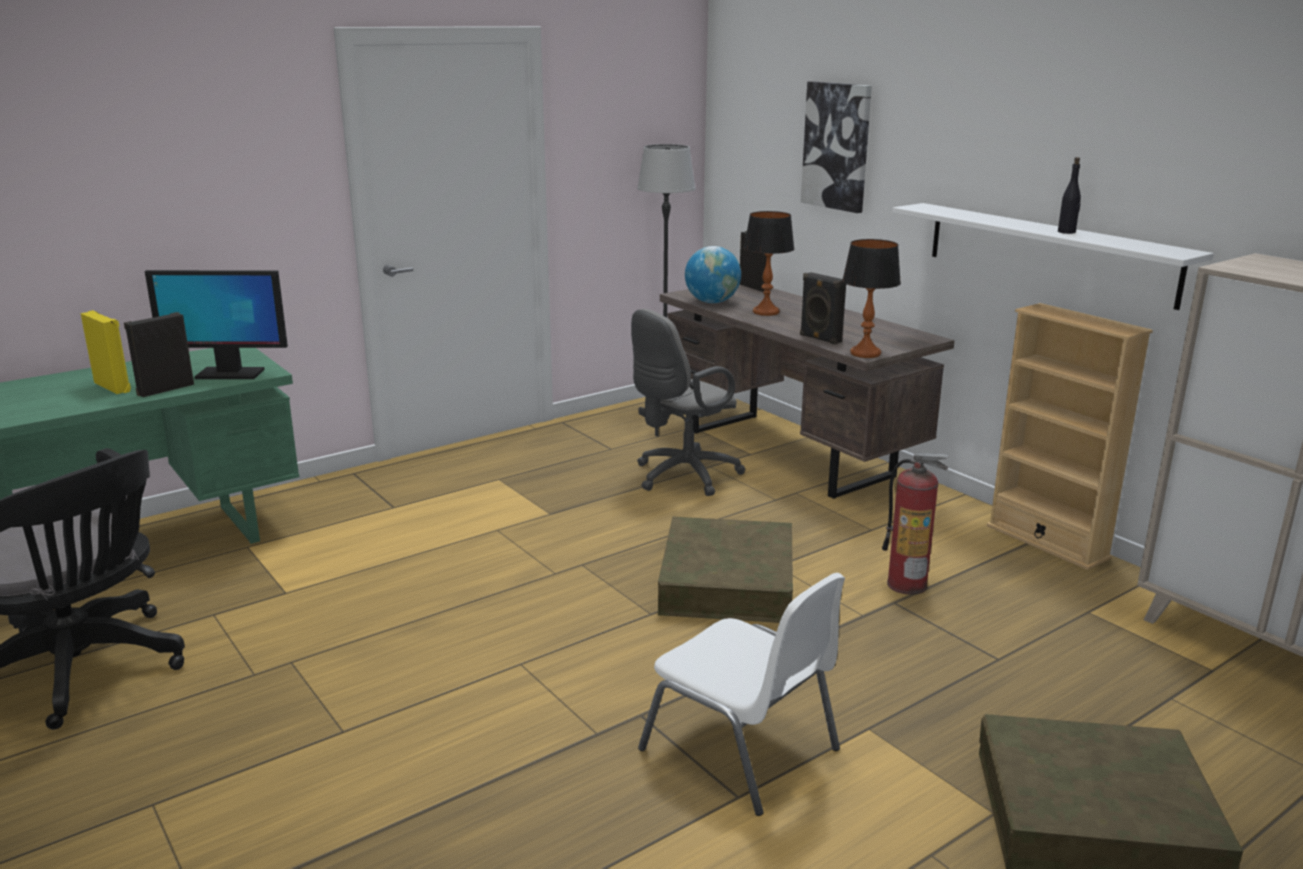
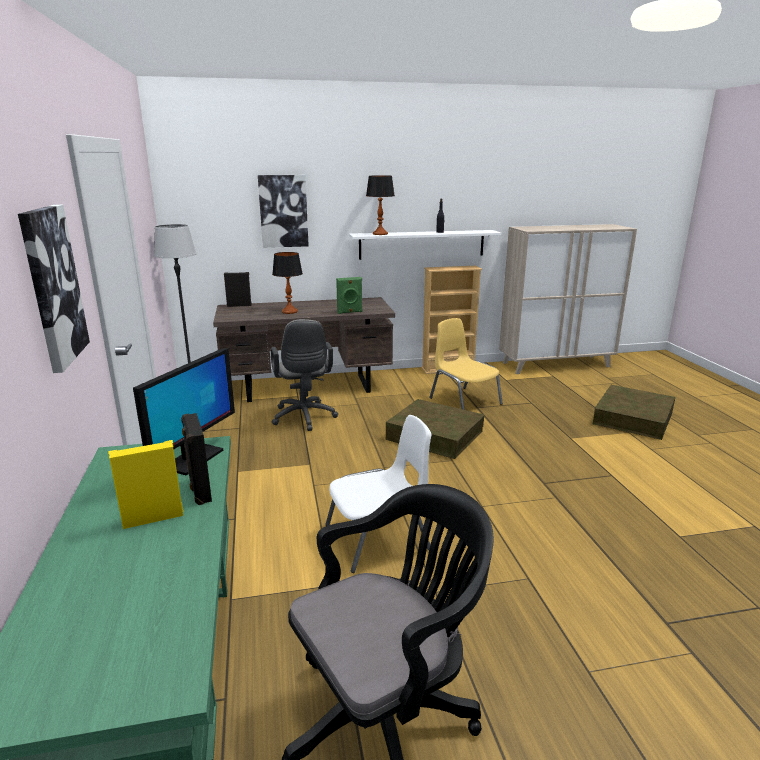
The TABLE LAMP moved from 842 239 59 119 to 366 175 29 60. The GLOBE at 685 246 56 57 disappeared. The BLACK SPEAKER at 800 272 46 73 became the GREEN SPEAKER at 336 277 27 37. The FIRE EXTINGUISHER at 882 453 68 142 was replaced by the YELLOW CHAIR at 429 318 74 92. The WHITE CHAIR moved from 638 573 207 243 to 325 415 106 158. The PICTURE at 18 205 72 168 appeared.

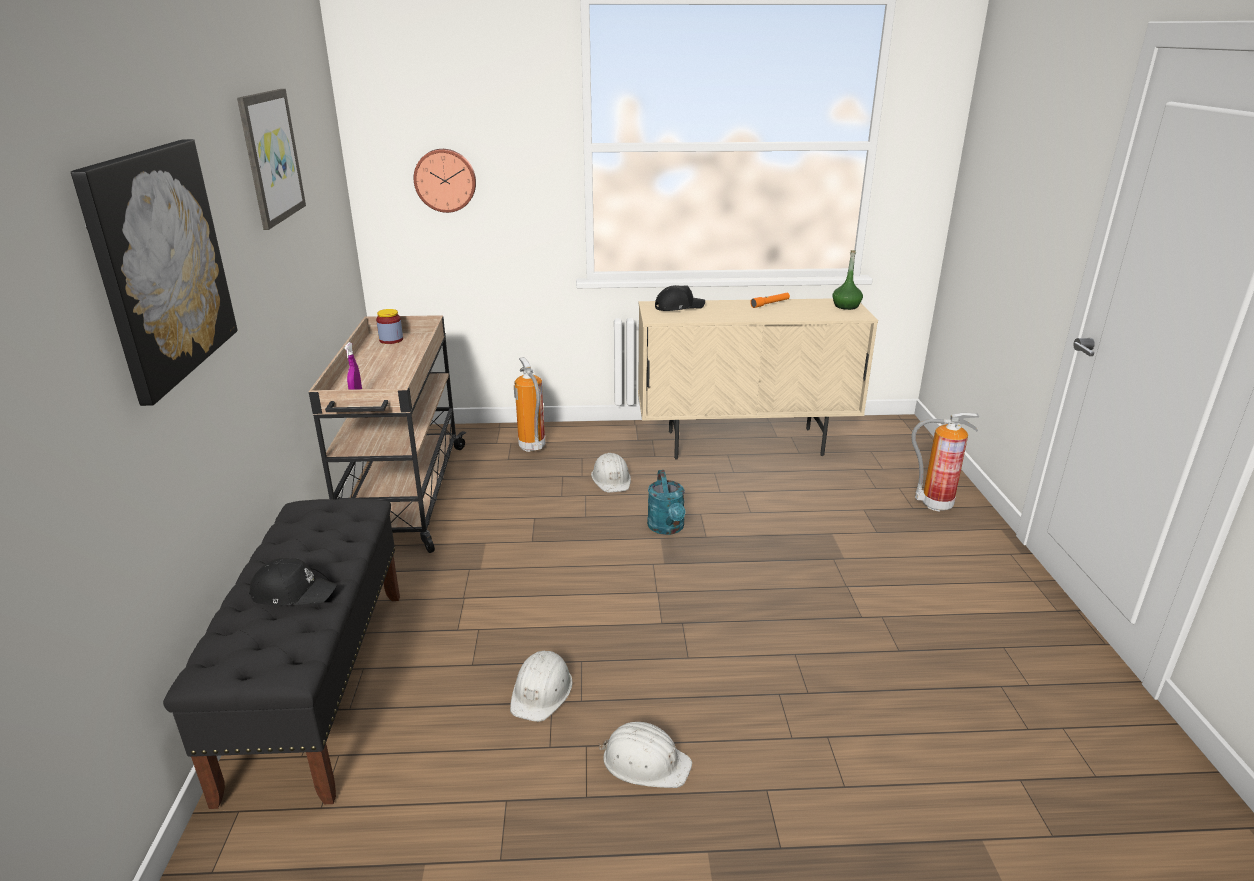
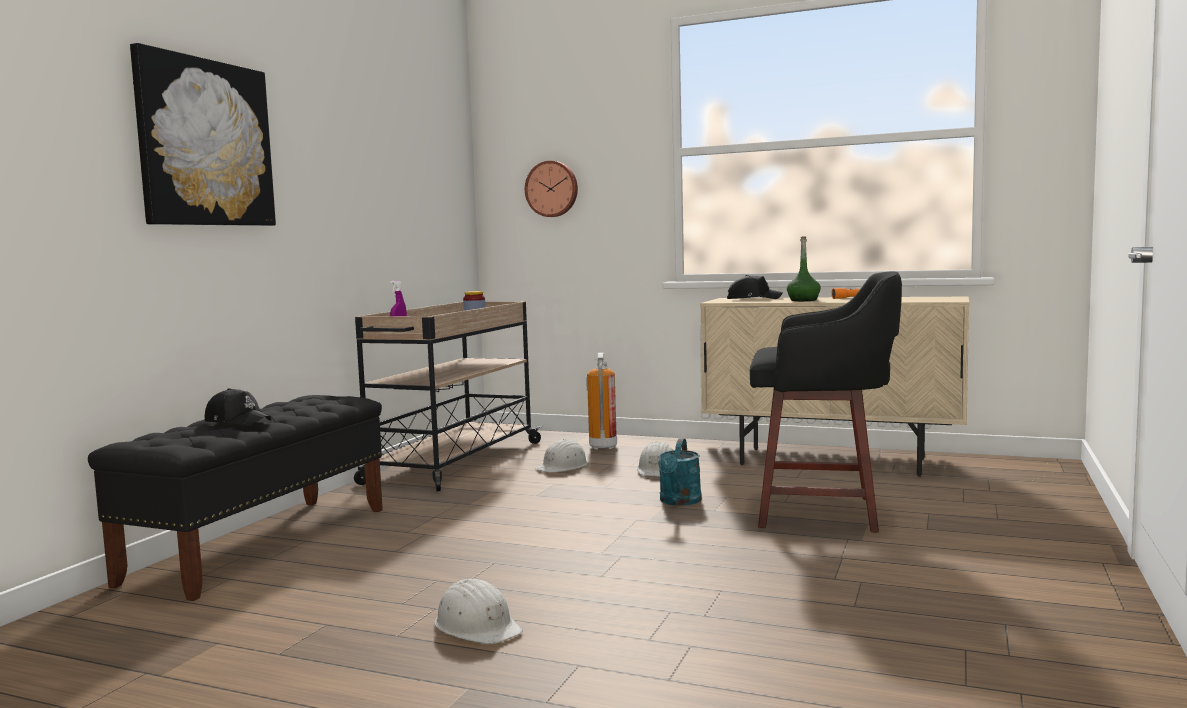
The PICTURE at 237 89 69 141 disappeared. The GREEN BOTTLE moved from 832 250 31 60 to 787 237 34 64. The FIRE EXTINGUISHER at 911 413 68 99 disappeared. The WHITE HARD HAT moved from 510 651 63 71 to 535 439 53 34. The BLACK STOOL at 750 272 152 261 appeared.

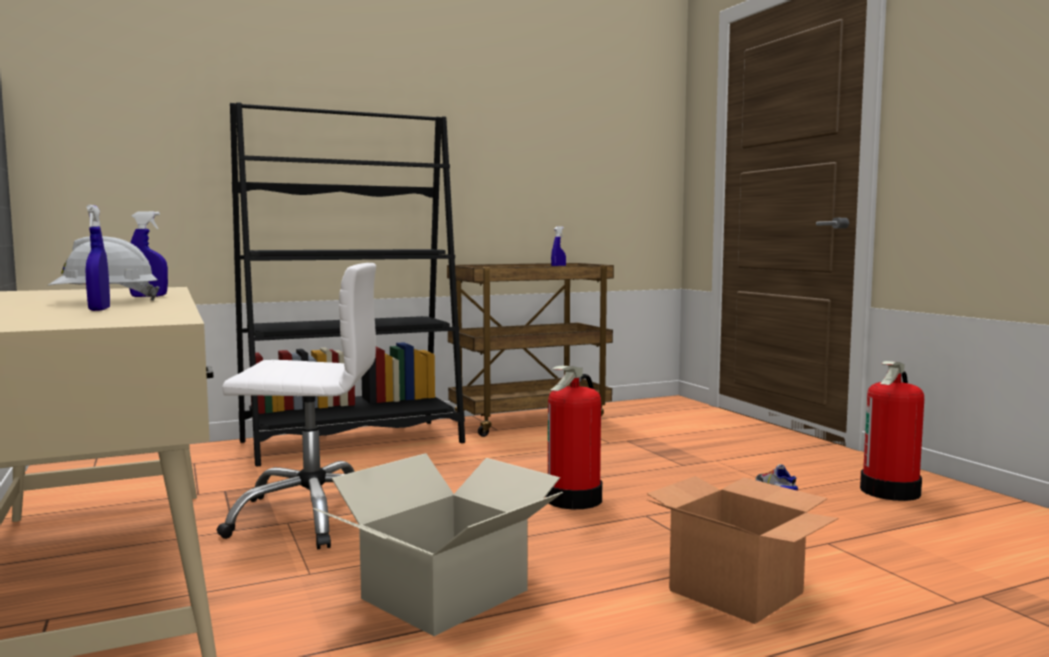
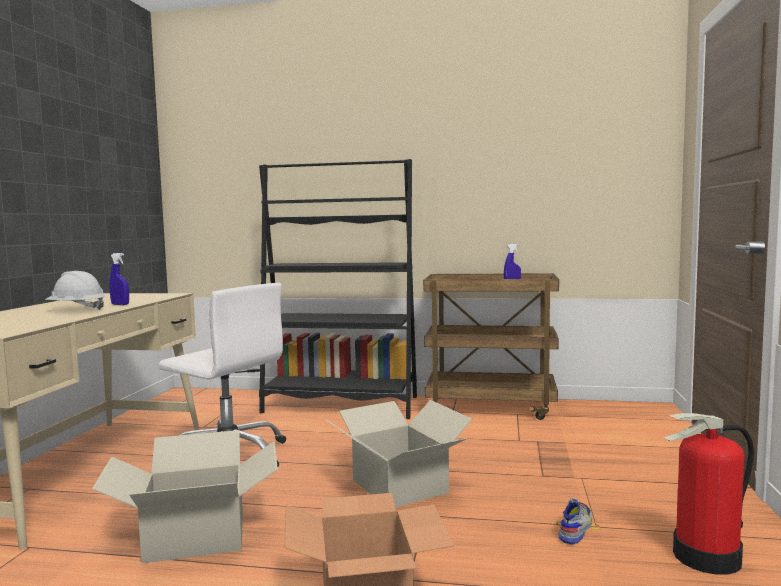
The BLUE SPRAY BOTTLE at 86 205 24 106 disappeared. The FIRE EXTINGUISHER at 545 366 57 143 was replaced by the CARDBOARD BOX at 325 400 147 108.

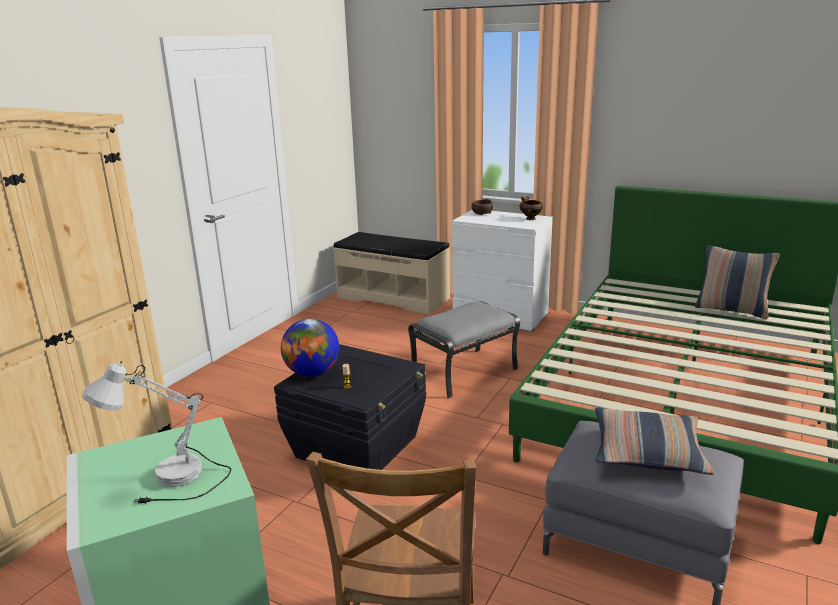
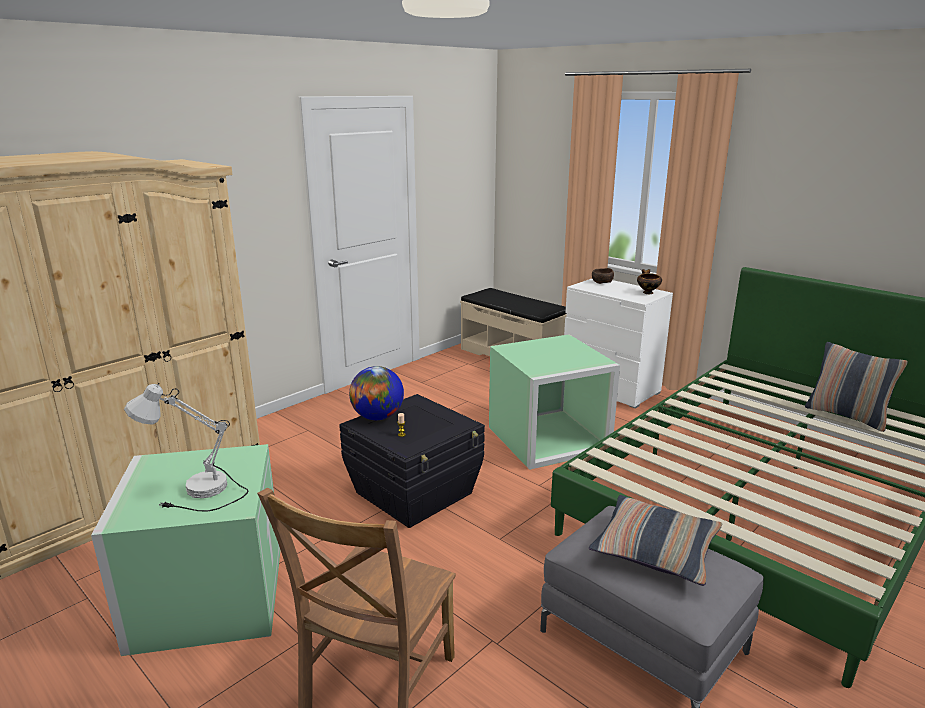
The GREY OTTOMAN at 408 301 112 98 was replaced by the GREEN STORAGE BOX at 489 334 131 136.

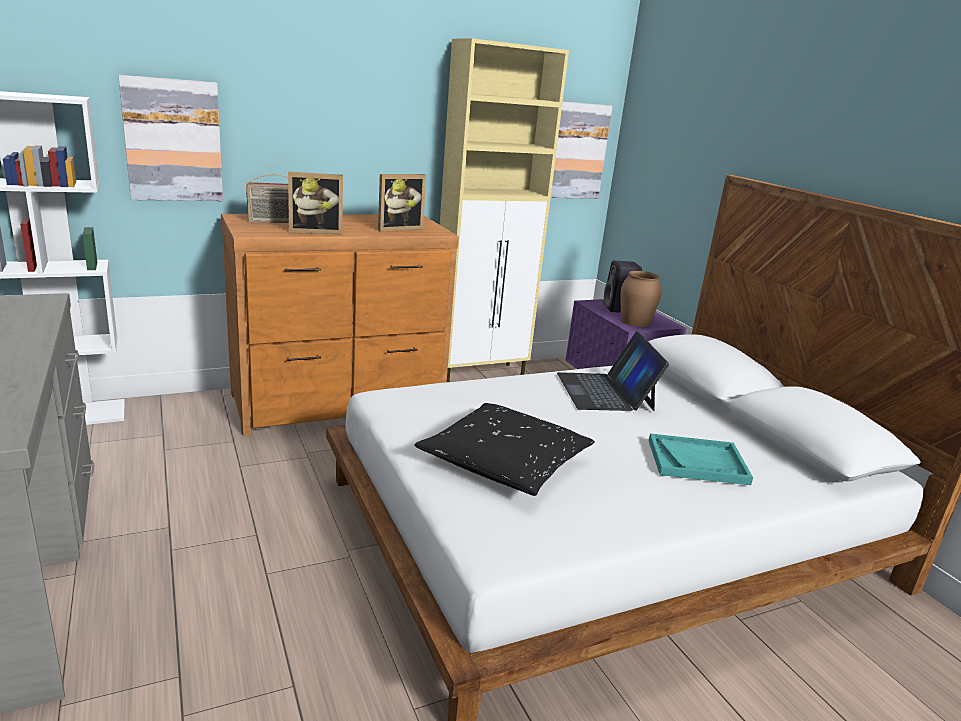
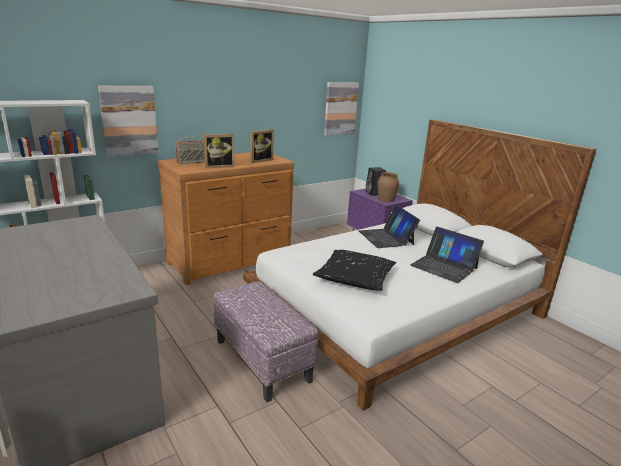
The BEIGE CABINET at 440 38 129 344 disappeared. The TURQUOISE TRAY at 649 433 104 52 was replaced by the LAPTOP at 410 227 74 56. The OTTOMAN at 214 281 104 121 appeared.

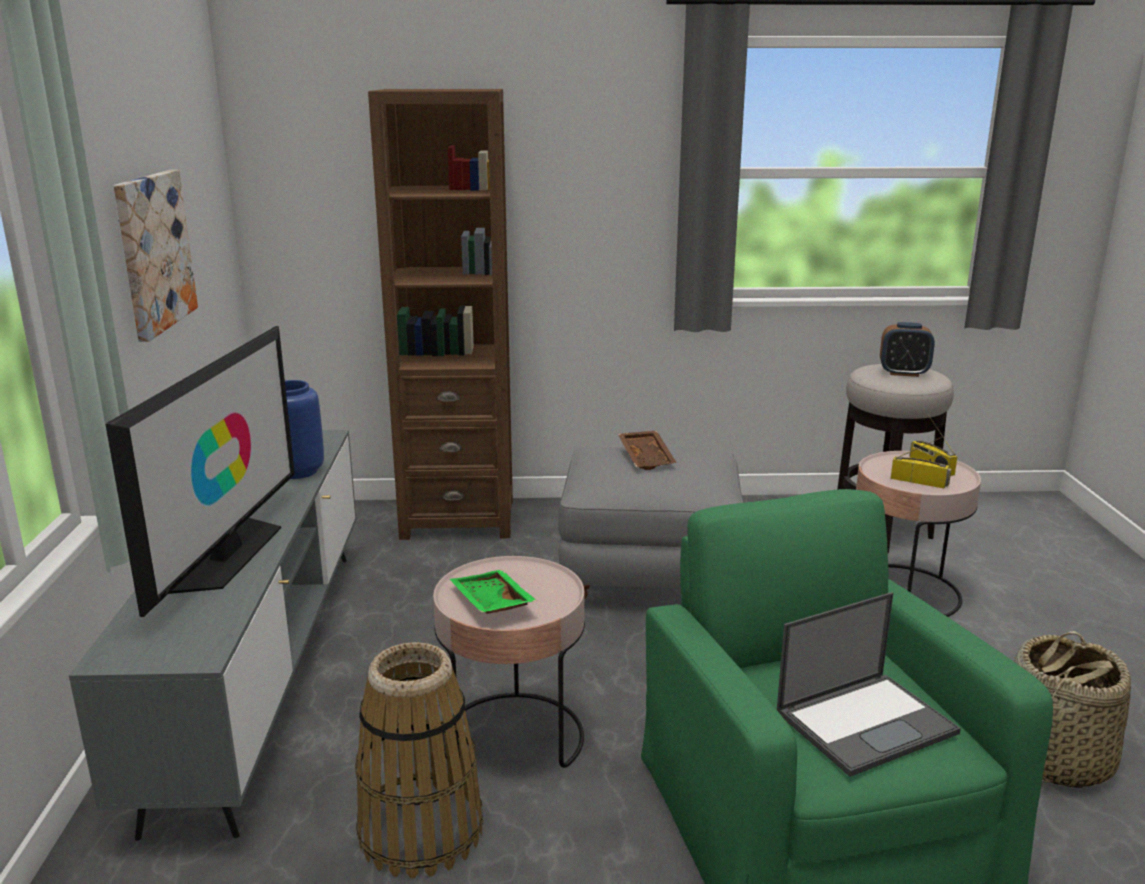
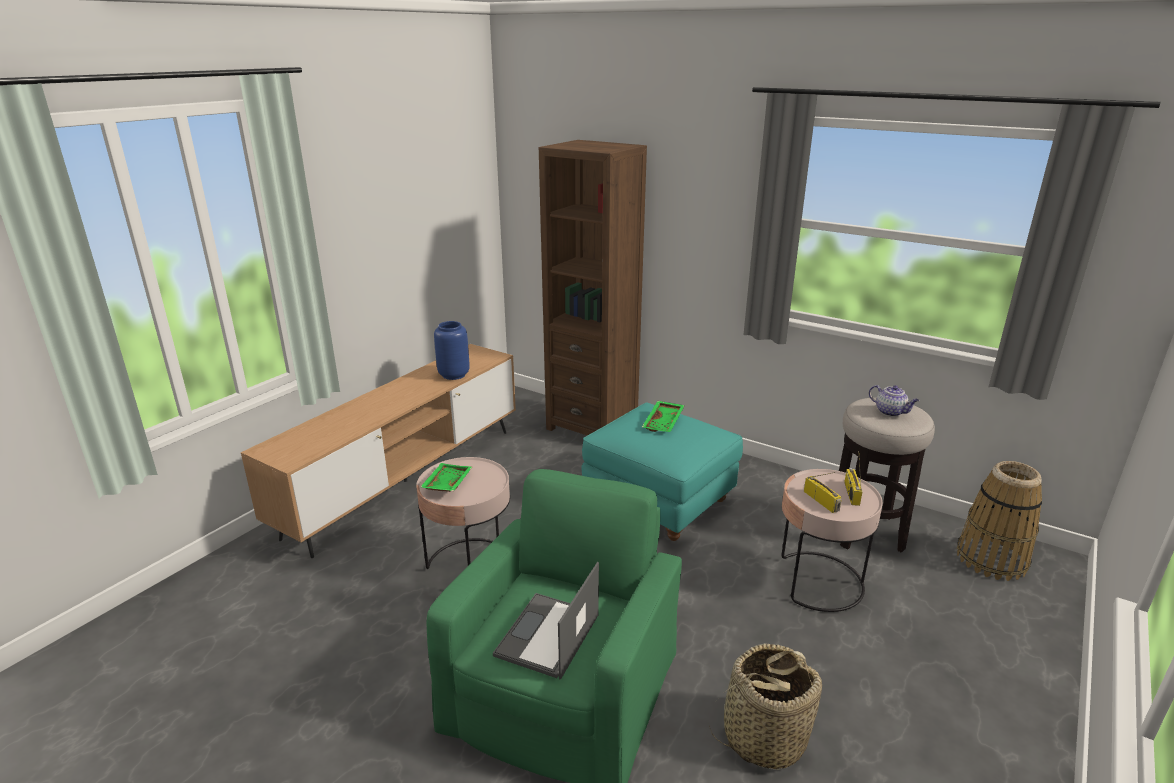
The PICTURE at 113 170 85 172 disappeared. The ALARM CLOCK at 880 322 55 55 was replaced by the TEAPOT at 869 385 50 32. The TELEVISION at 105 326 190 291 disappeared. The GREY TV STAND at 69 430 287 411 became the BROWN TV STAND at 241 344 275 214. The BROWN TRAY at 618 431 59 39 became the GREEN TRAY at 642 401 43 31. The GREY OTTOMAN at 558 447 185 152 became the TURQUOISE OTTOMAN at 582 402 161 139. The LAPTOP at 777 592 184 185 turned 105 degrees clockwise. The BASKET moved from 355 642 128 237 to 957 461 85 120.

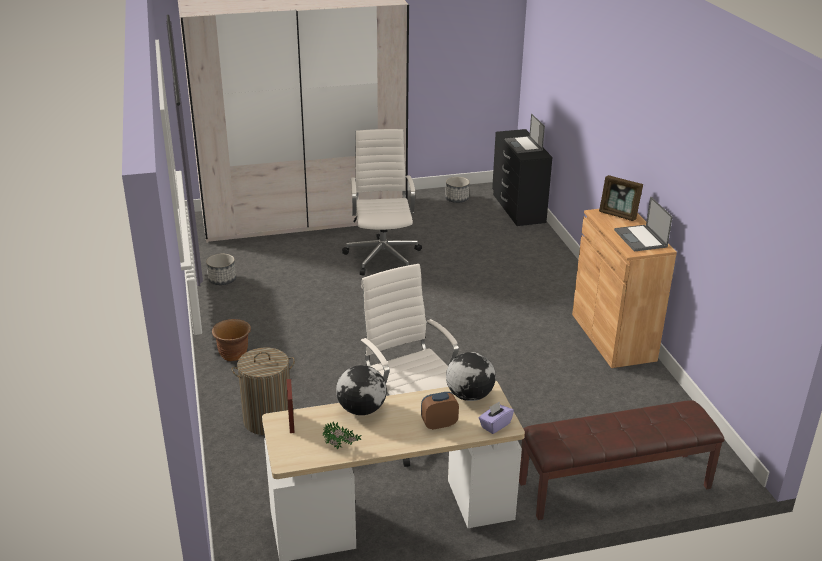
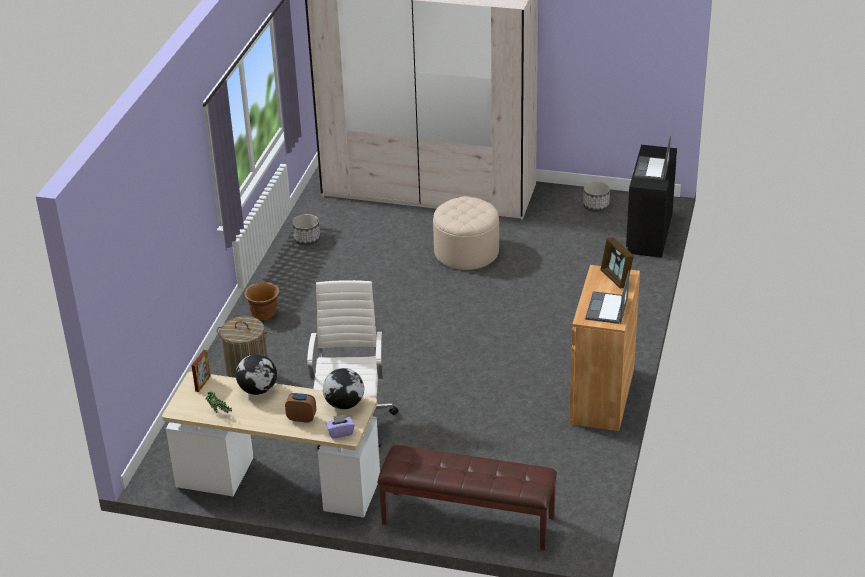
The WHITE OFFICE CHAIR at 342 129 80 146 was replaced by the BEIGE OTTOMAN at 433 196 66 74.

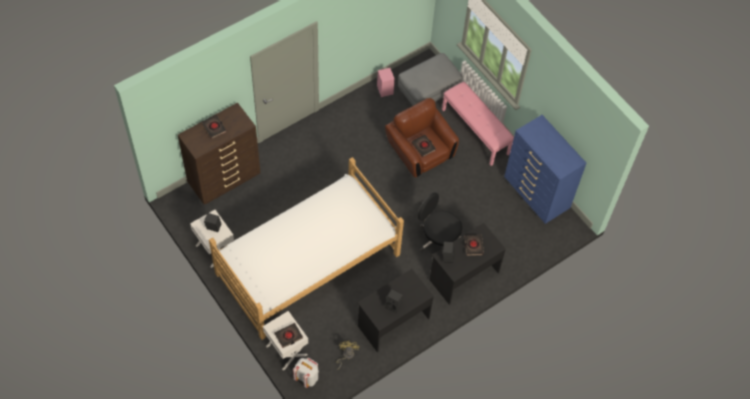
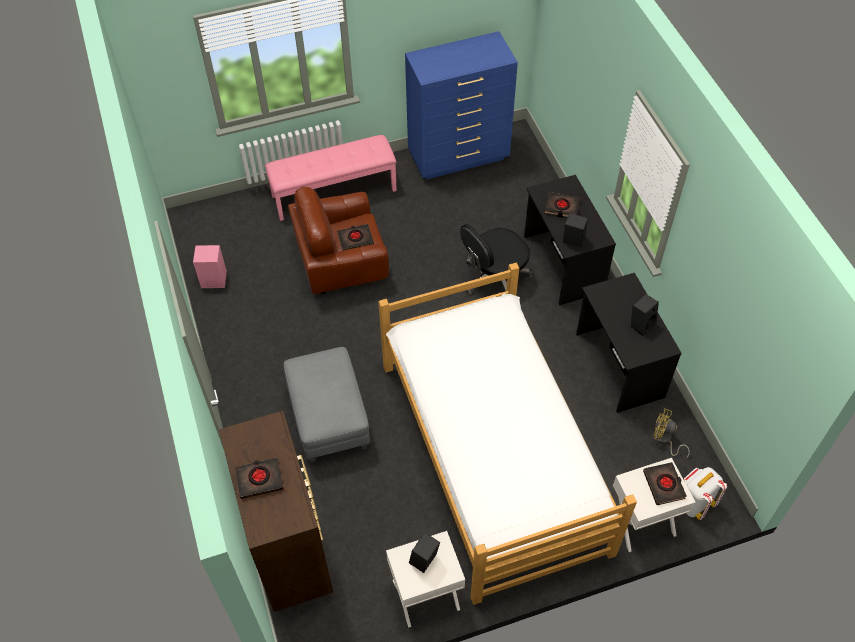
The GREY OTTOMAN moved from 398 53 65 53 to 284 347 86 116.

